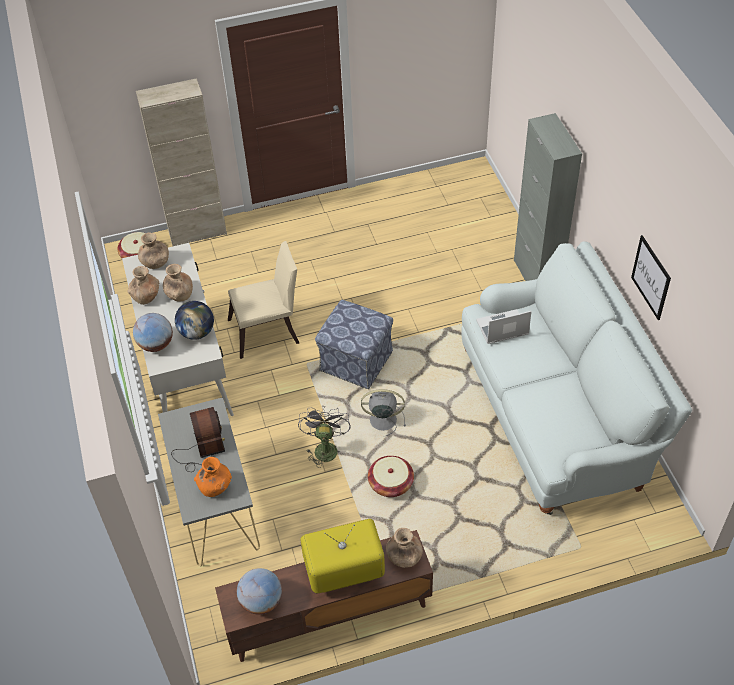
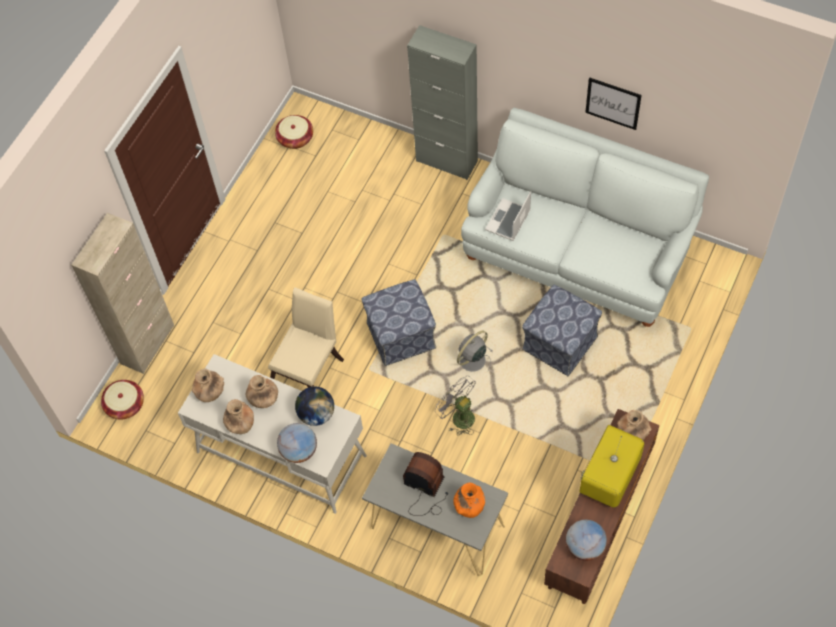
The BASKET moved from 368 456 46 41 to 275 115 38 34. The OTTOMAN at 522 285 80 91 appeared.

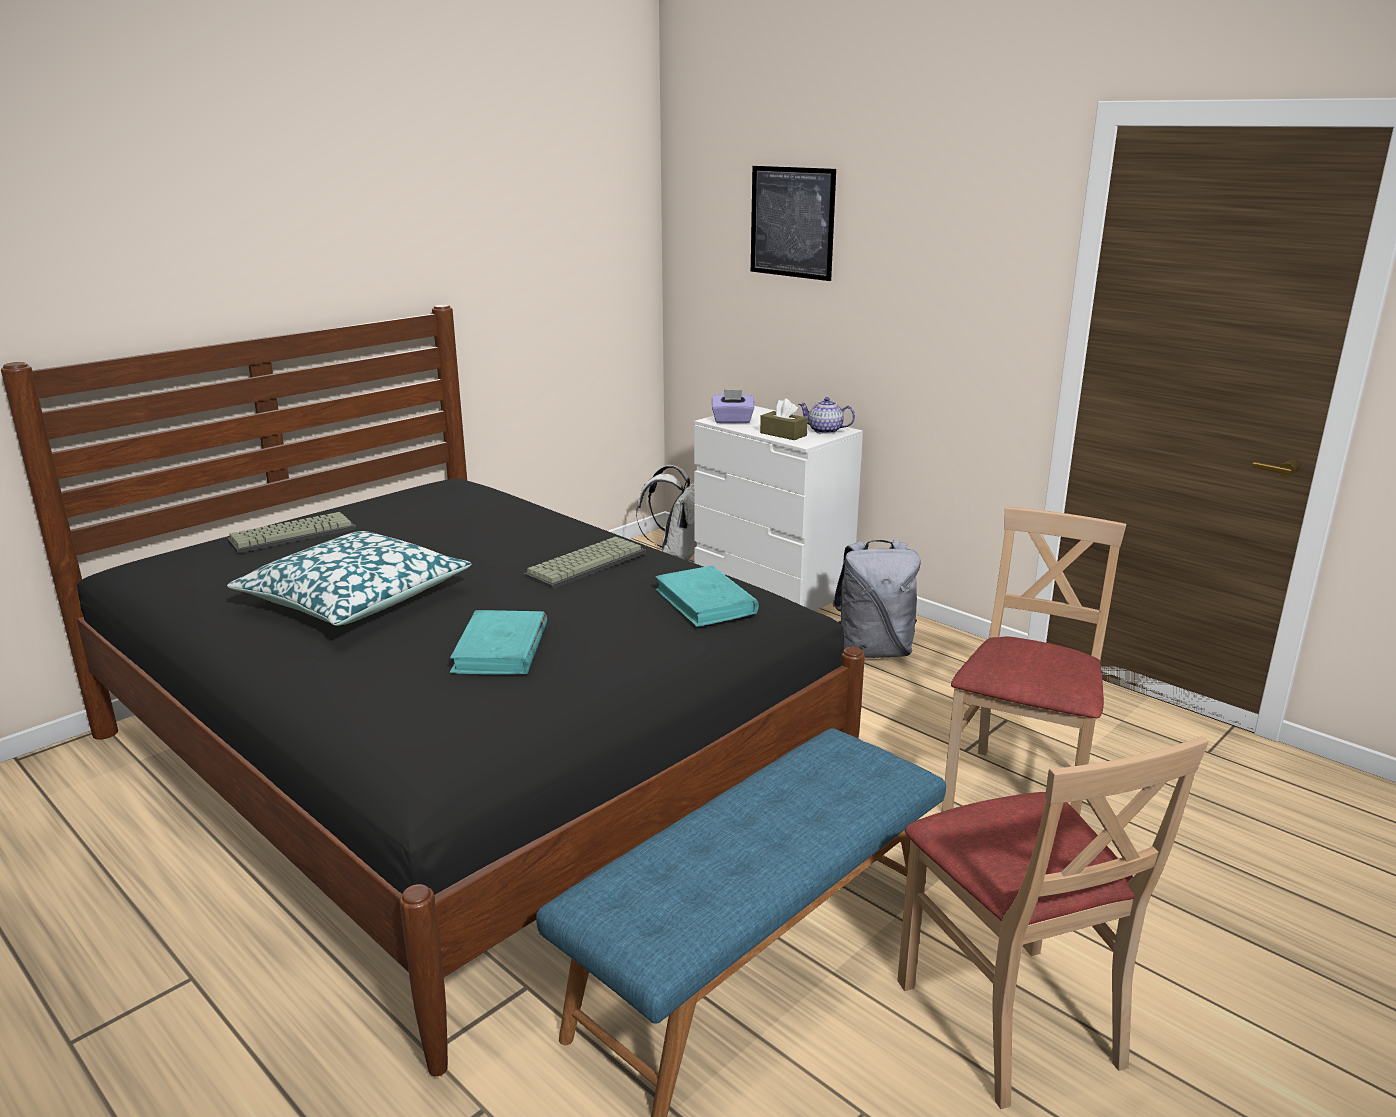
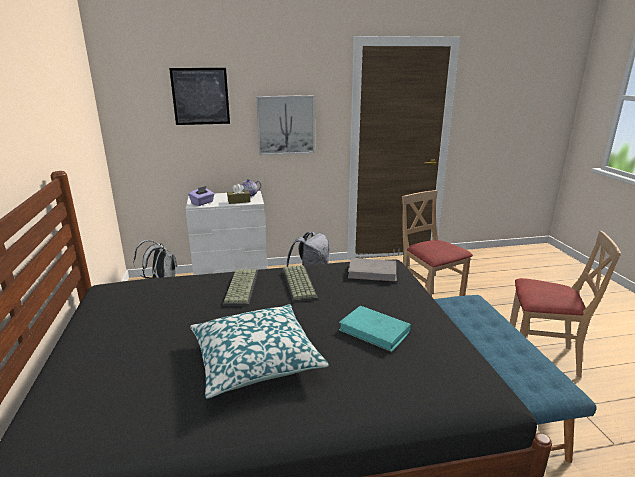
The KEYBOARD moved from 227 512 129 41 to 223 269 35 37. The TURQUOISE BOOK at 655 565 104 62 became the GREY BOOK at 348 258 49 24. The PICTURE at 256 95 59 60 appeared.

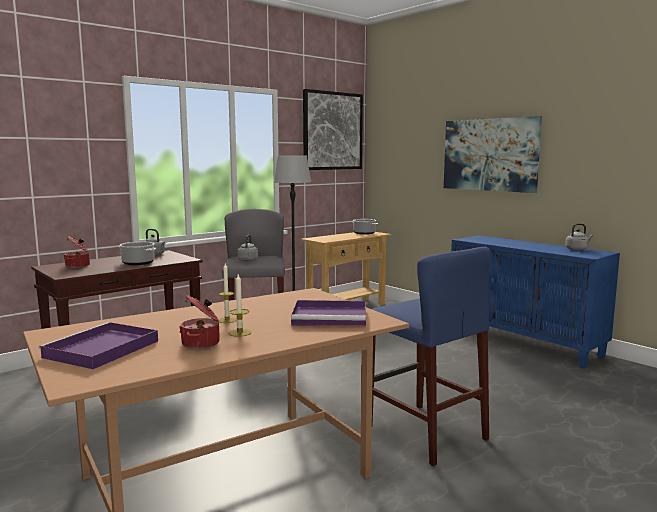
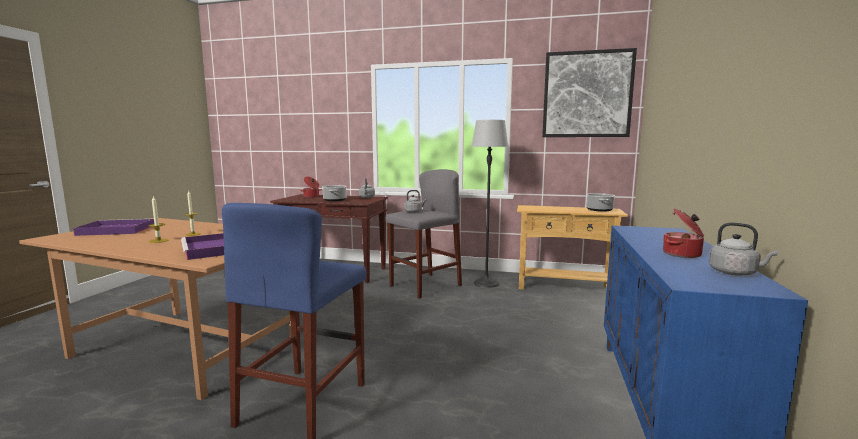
The PICTURE at 444 116 98 77 disappeared. The COOKING POT moved from 179 295 41 54 to 663 208 41 50.

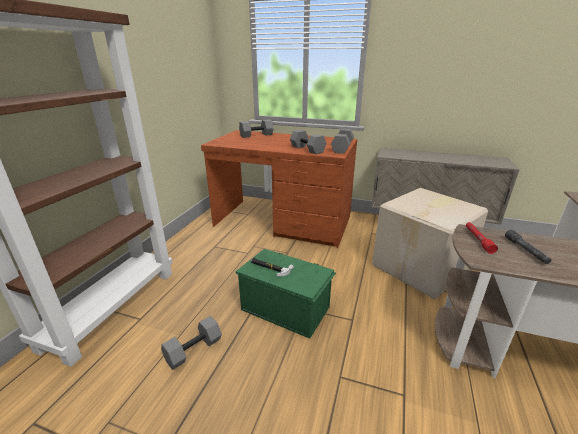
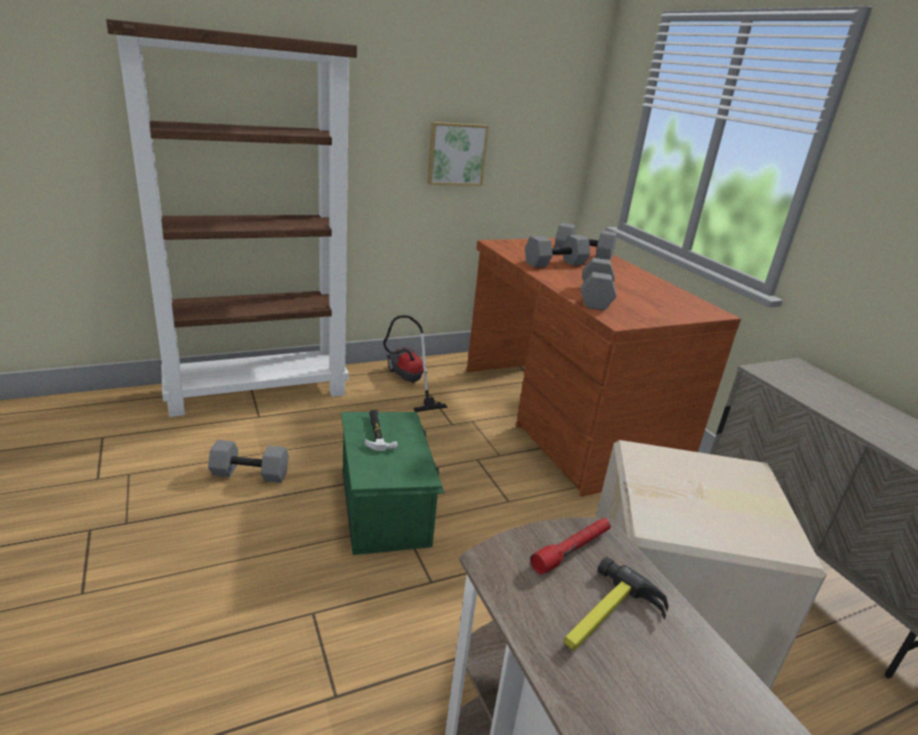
The GREY DUMBBELL moved from 331 128 23 26 to 525 235 65 32. The GREY FLASHLIGHT at 505 230 46 34 was replaced by the HAMMER at 564 556 105 95. The PICTURE at 427 122 62 64 appeared. The VACUUM CLEANER at 383 315 65 97 appeared.

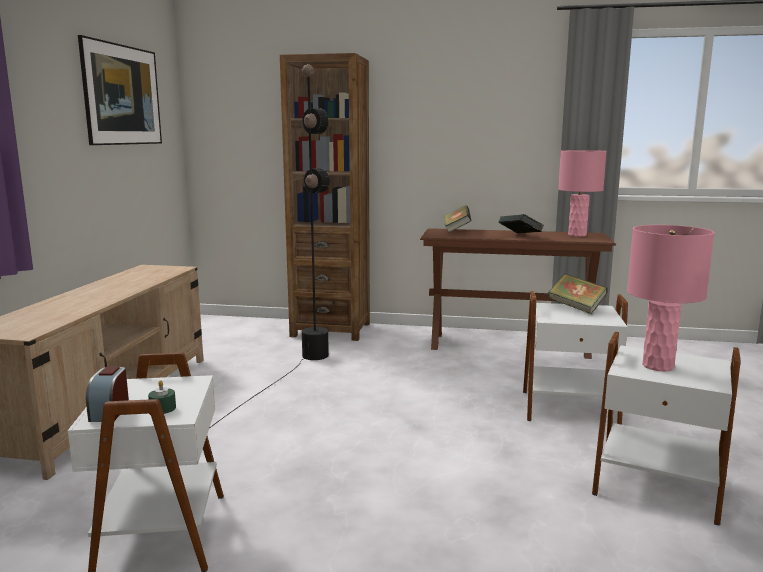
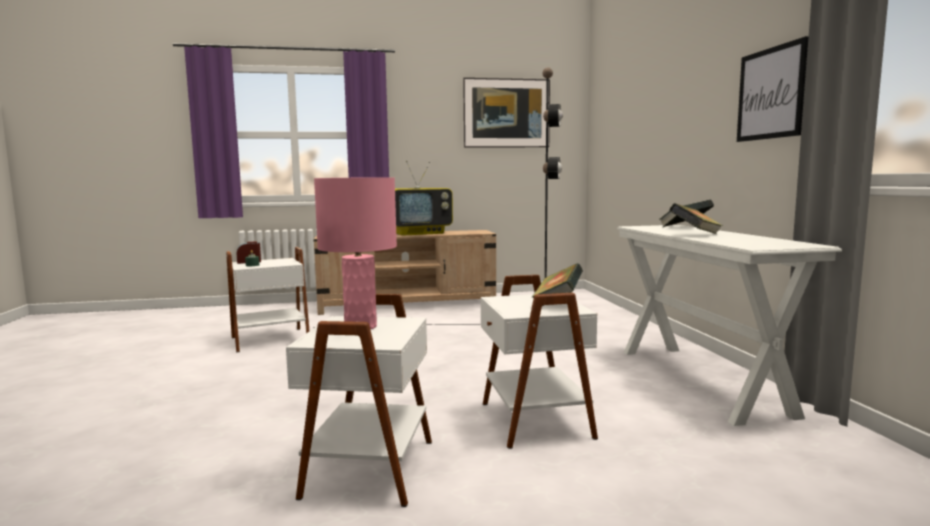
The BROWN BOOKCASE at 280 53 90 288 disappeared. The PINK TABLE LAMP at 558 150 49 87 disappeared. The BROWN CONSOLE TABLE at 420 228 196 131 became the WHITE CONSOLE TABLE at 617 225 225 201. The PICTURE at 737 36 72 106 appeared. The TELEVISION at 395 161 58 75 appeared.

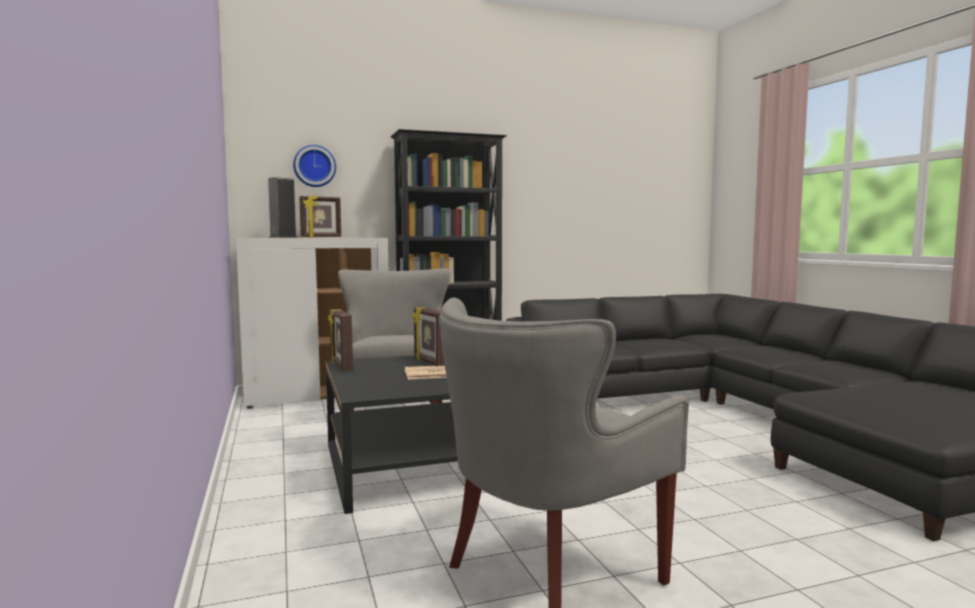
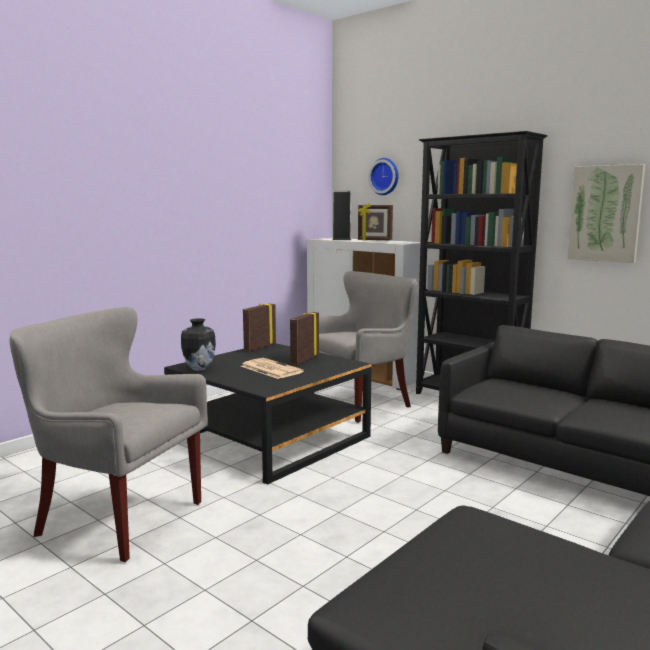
The PICTURE at 567 164 78 99 appeared. The VASE at 181 318 35 53 appeared.

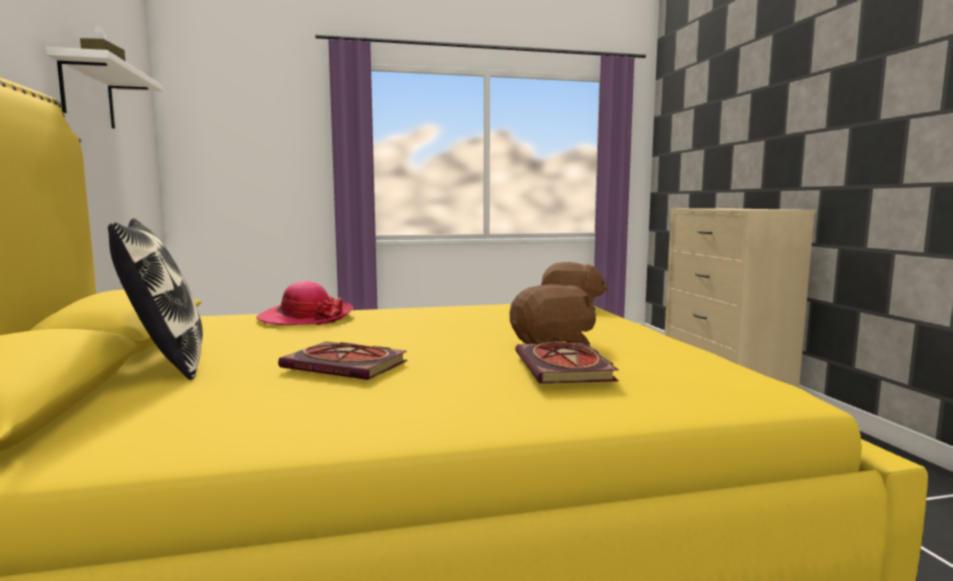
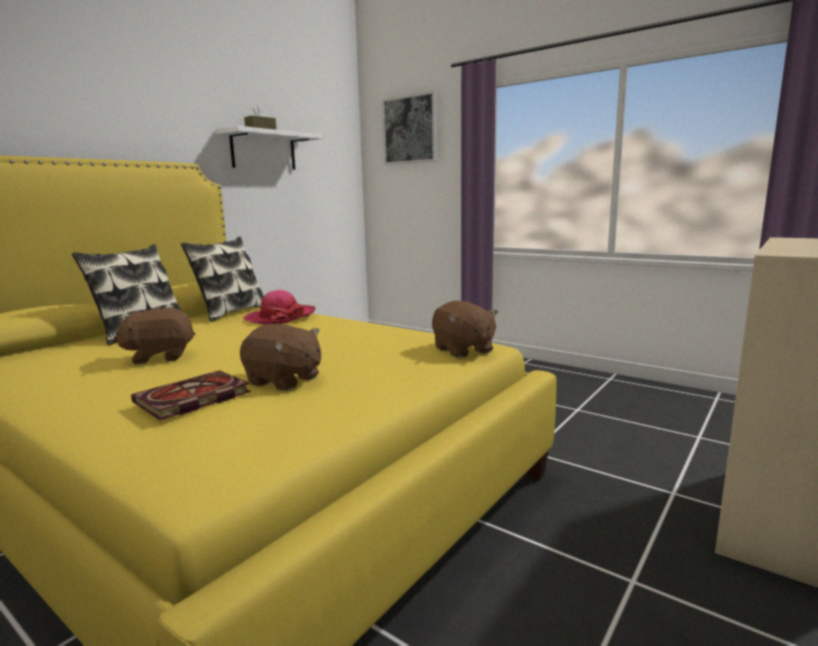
The BOOK at 278 341 129 39 was replaced by the BROWN PLUSH TOY at 113 308 82 56. The PICTURE at 382 91 55 74 appeared. The PILLOW at 181 236 83 86 appeared.

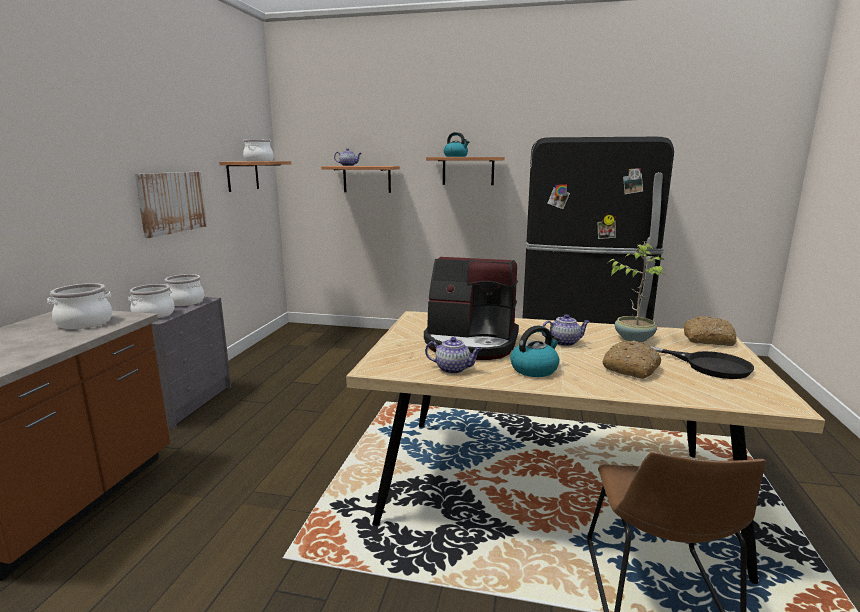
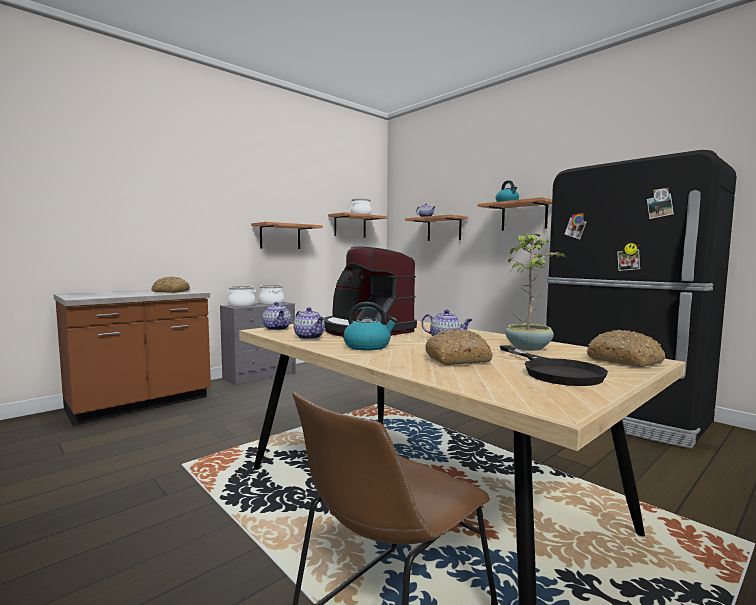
The PICTURE at 135 172 72 66 was replaced by the SHELF at 251 222 72 27. The COOKING POT at 47 283 65 46 was replaced by the BREAD at 151 277 39 16. The TEAPOT at 262 302 29 28 appeared.

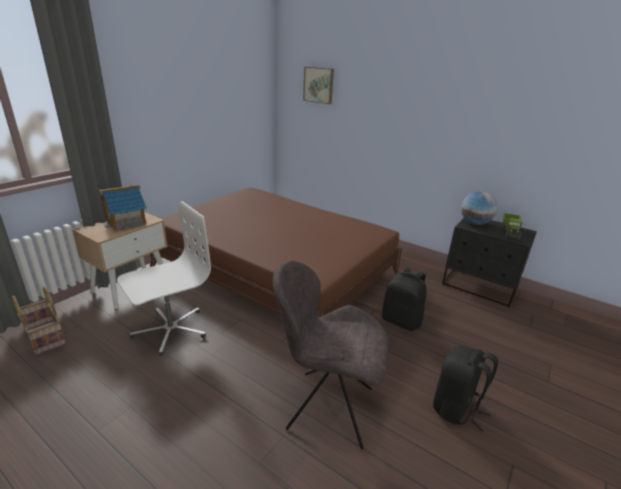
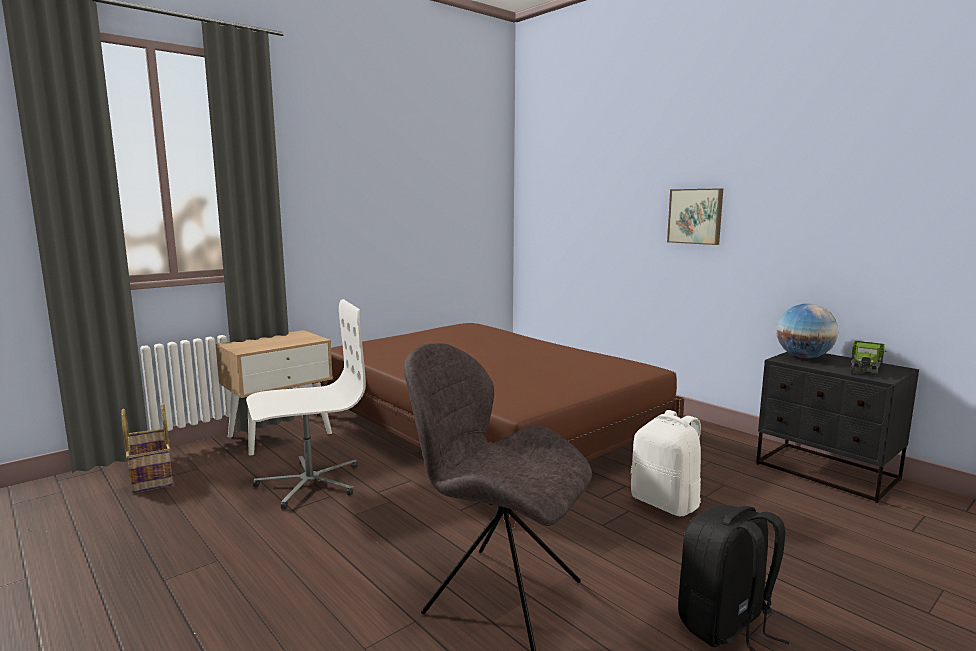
The PICTURE moved from 303 67 31 37 to 667 188 56 57. The TOY HOUSE at 99 184 48 47 disappeared. The BLACK BACKPACK at 382 267 45 64 became the WHITE BACKPACK at 631 410 70 106.

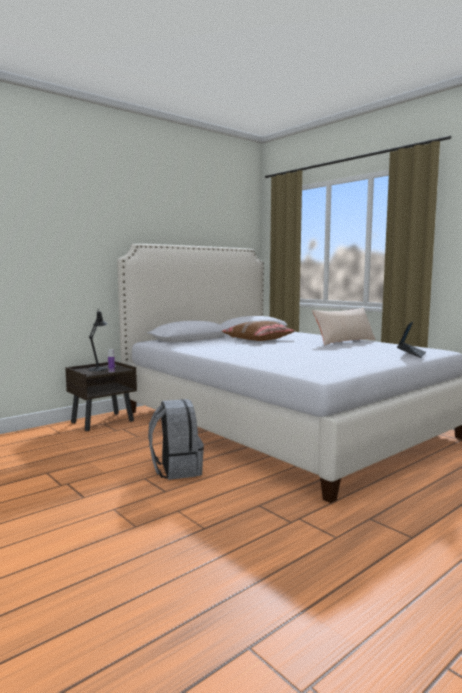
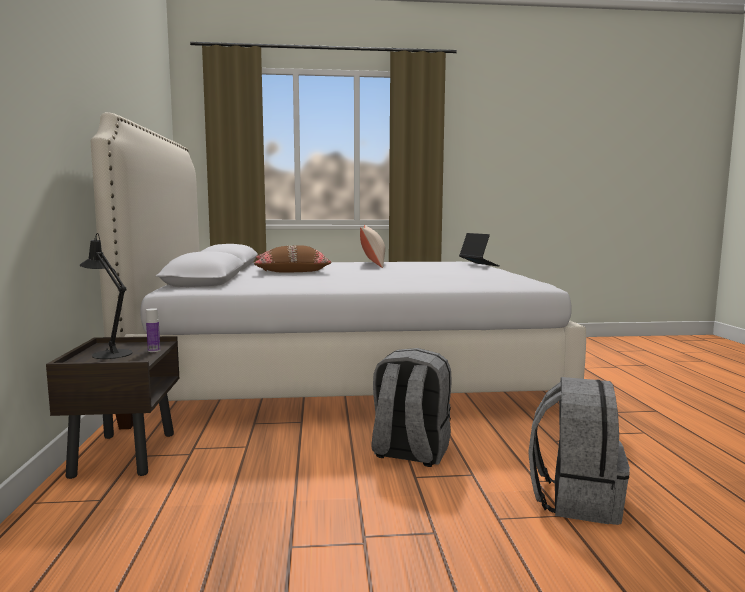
The GREY BACKPACK at 528 377 102 148 appeared.

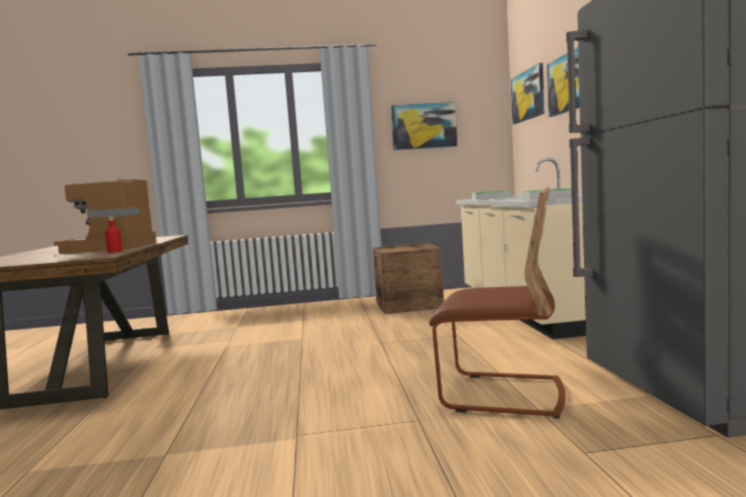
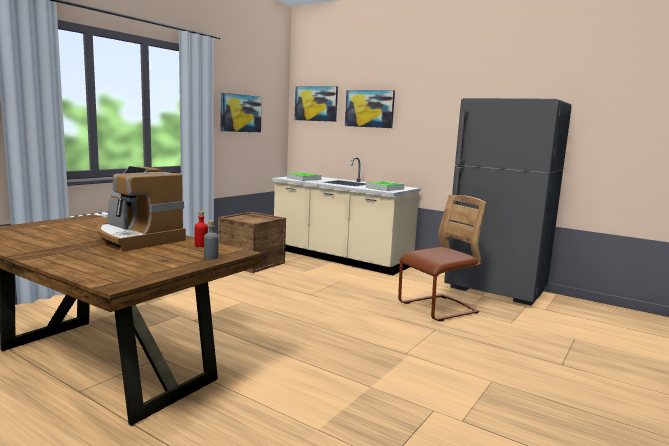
The GREY BOTTLE at 204 220 15 39 appeared.

